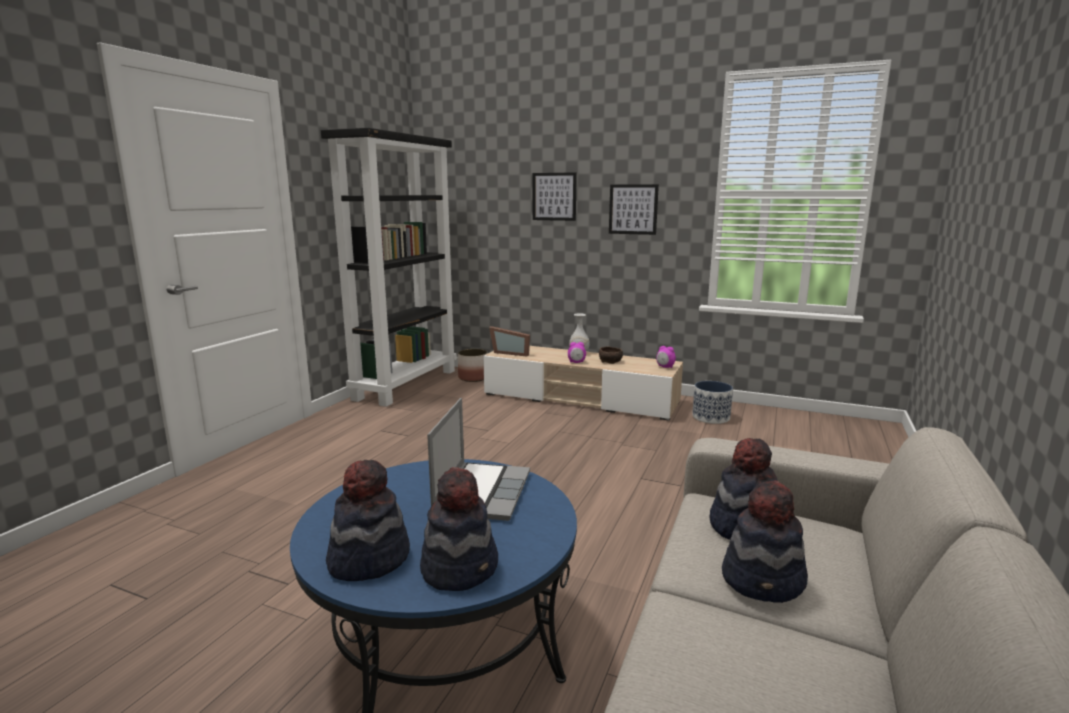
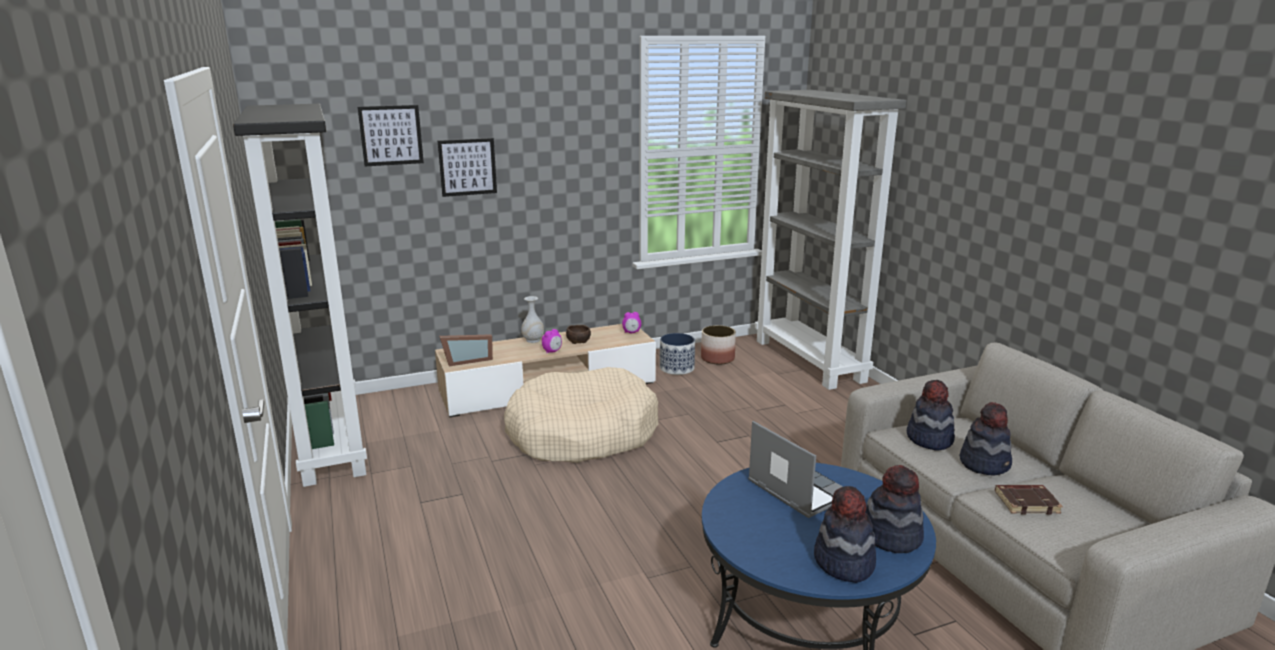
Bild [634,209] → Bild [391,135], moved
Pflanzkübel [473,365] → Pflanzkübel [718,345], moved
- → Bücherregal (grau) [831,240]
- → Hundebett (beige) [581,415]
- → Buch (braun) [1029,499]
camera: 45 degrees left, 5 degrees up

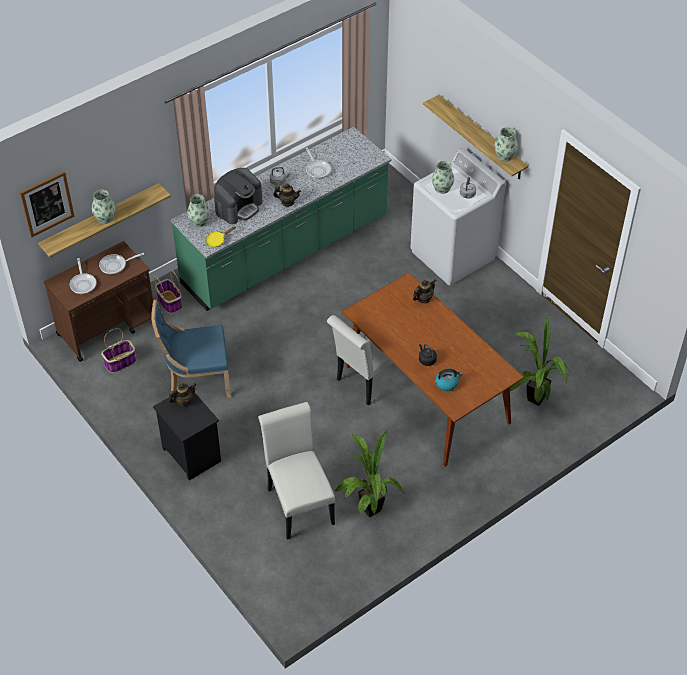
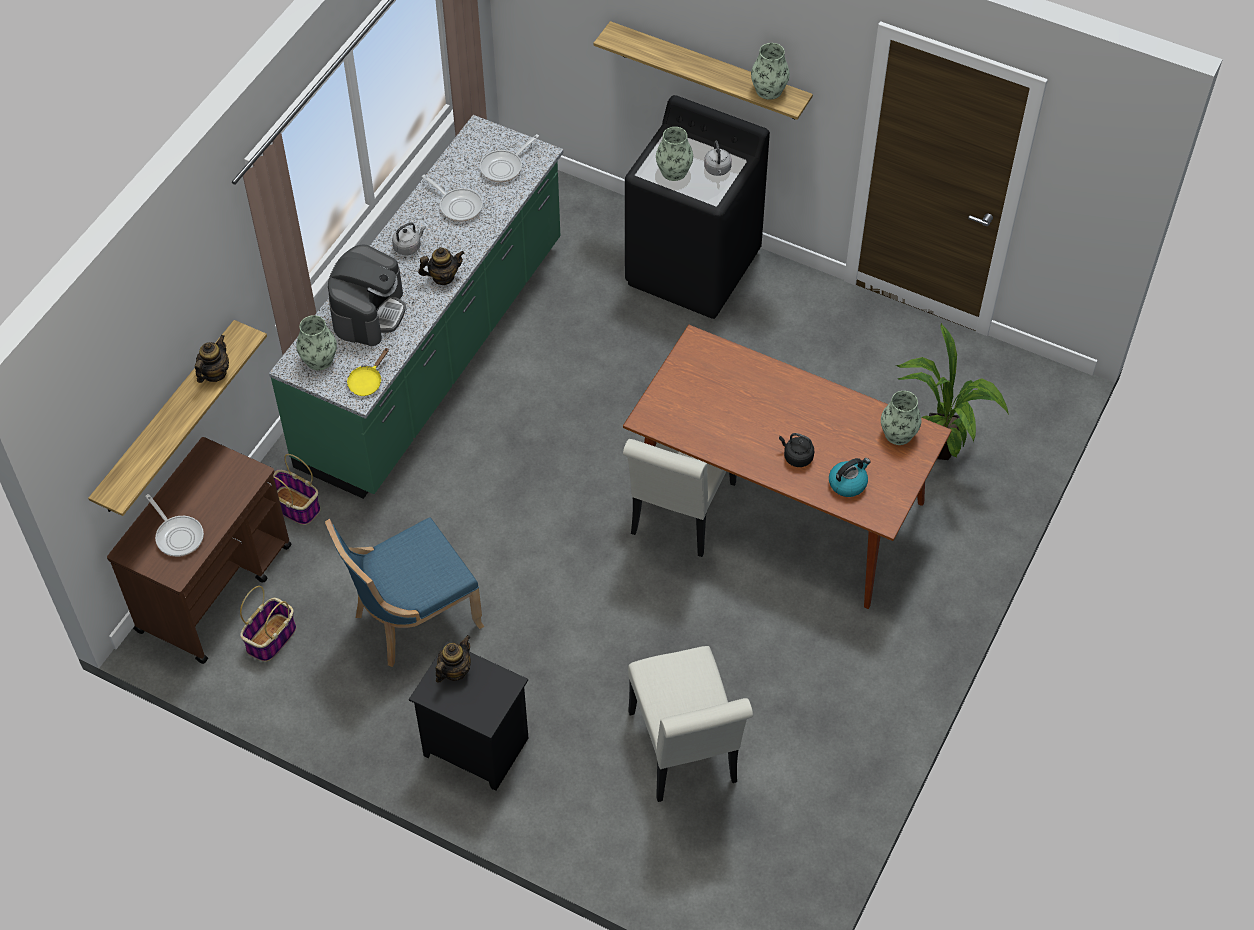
Waschmaschine (weiß) [458,216] → Waschmaschine (schwarz) [697,207]
Bild [47,204] → -
Vase [104,207] → Vase [901,418], moved
Pfanne [121,263] → Pfanne [509,158], moved
Teekanne [424,291] → Teekanne [212,359], moved
Stuhl (weiß) [296,471] → Stuhl (weiß) [690,724], 150 degrees counterclockwise
Topfpflanze [369,473] → -
camera: 25 degrees left, 5 degrees up

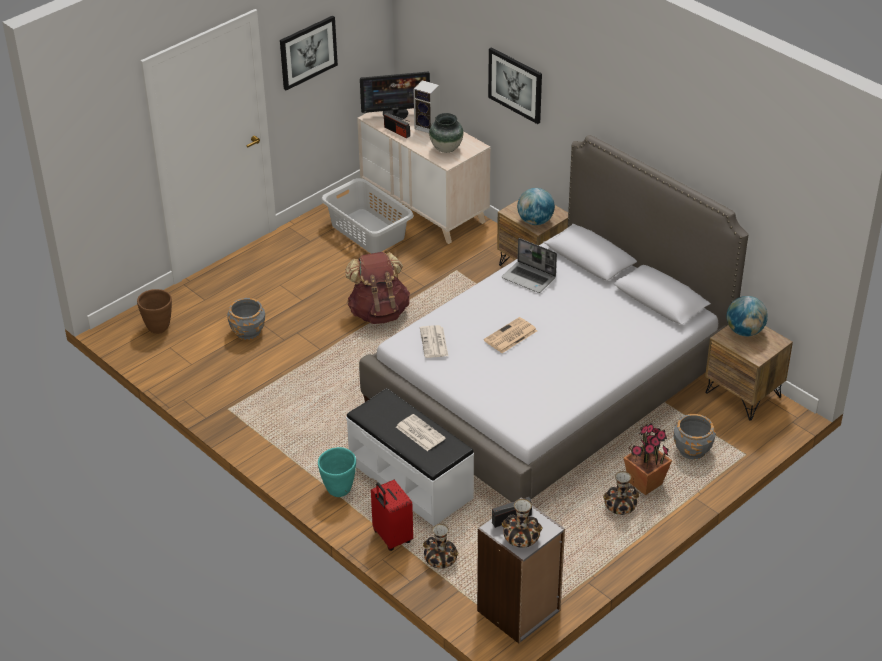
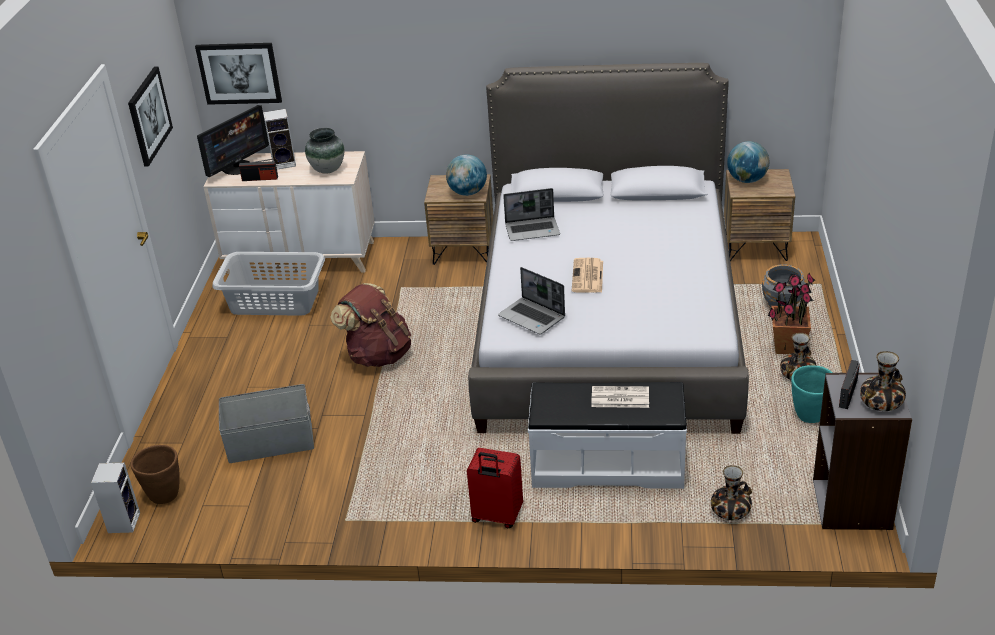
Bild [515,85] → Bild [238,74], moved
Pflanzkübel (grau) [246,319] → Aufbewahrungsbox (grau) [266,423]
Zeitung [434,341] → Laptop [531,300]
Pflanzkübel (türkis) [337,472] → Pflanzkübel (türkis) [812,394], moved
Koffer (rot) [392,515] → Koffer (rot) [495,488], moved
- → Lautsprecher [115,497]
camera: 40 degrees left, 5 degrees down

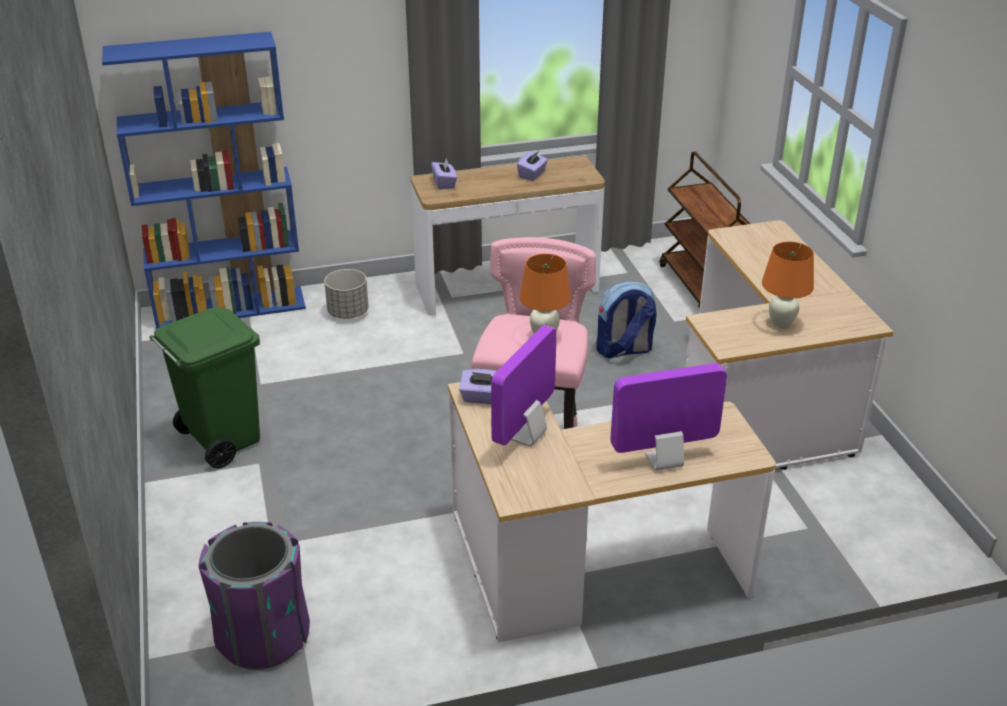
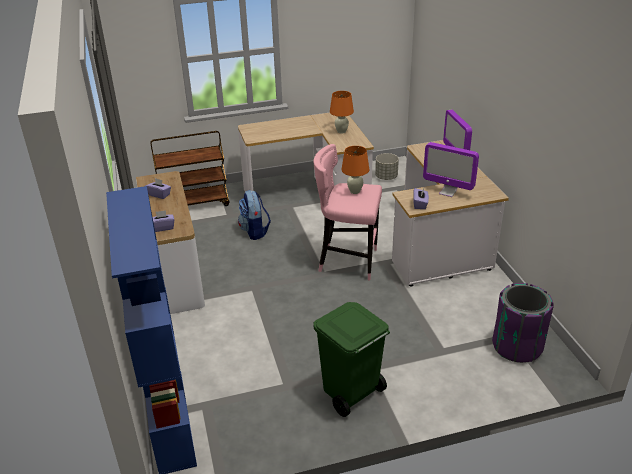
Pflanzkübel (grau) [346,294] → Pflanzkübel (grau) [387,166], moved
camera: 90 degrees left, 0 degrees up

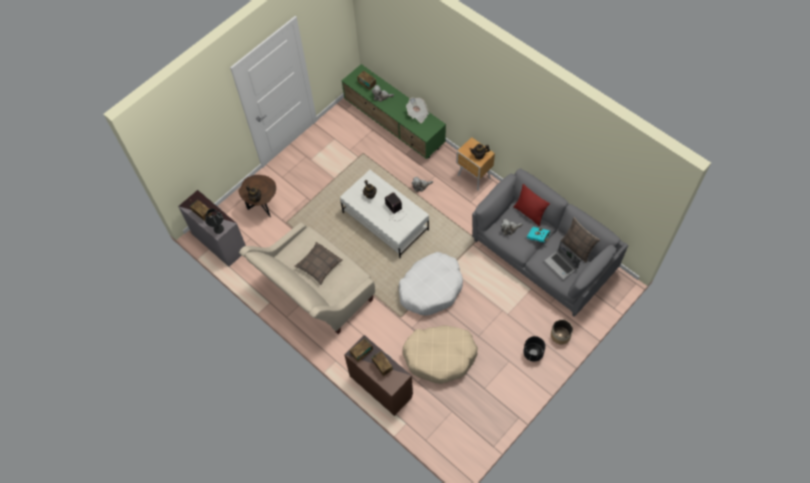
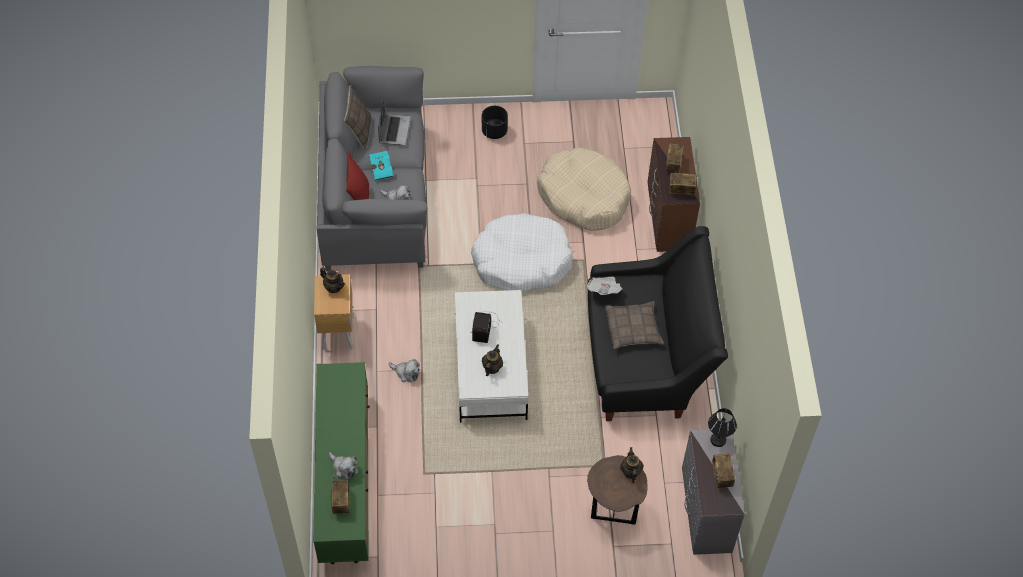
Zeitung [417,110] → Zeitung [604,286], moved
Sofa (beige) [307,278] → Sofa (schwarz) [658,323]
Pflanzkübel [562,331] → -
camera: 140 degrees left, 5 degrees down

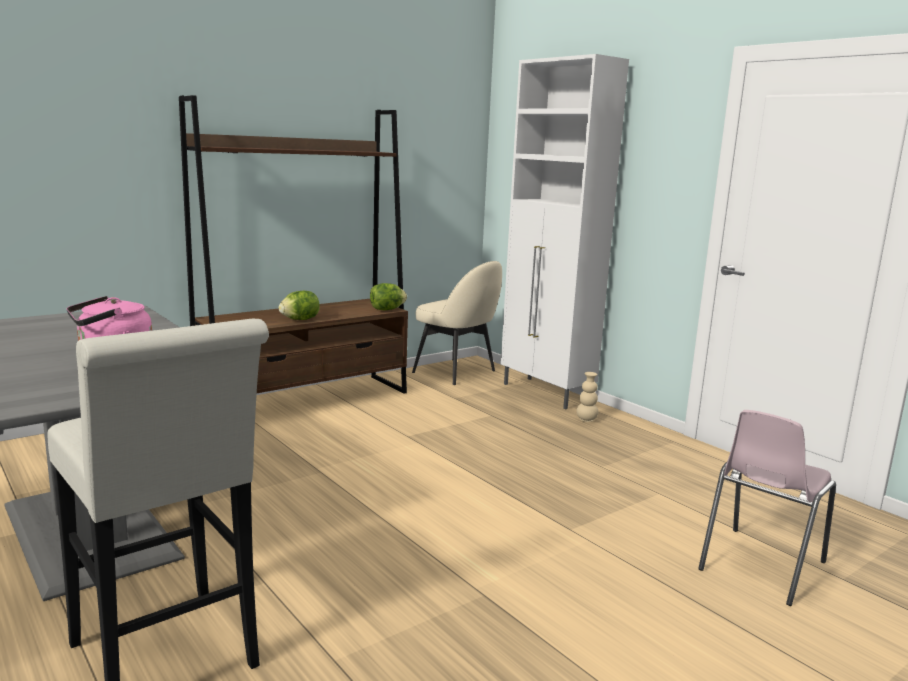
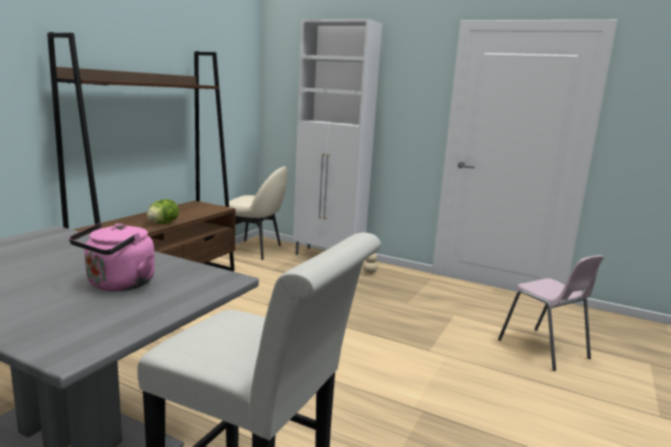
Salatkopf [388,296] → -
Stuhl (rosa) [767,508] → Stuhl (rosa) [551,313], 45 degrees counterclockwise
camera: 25 degrees left, 0 degrees up

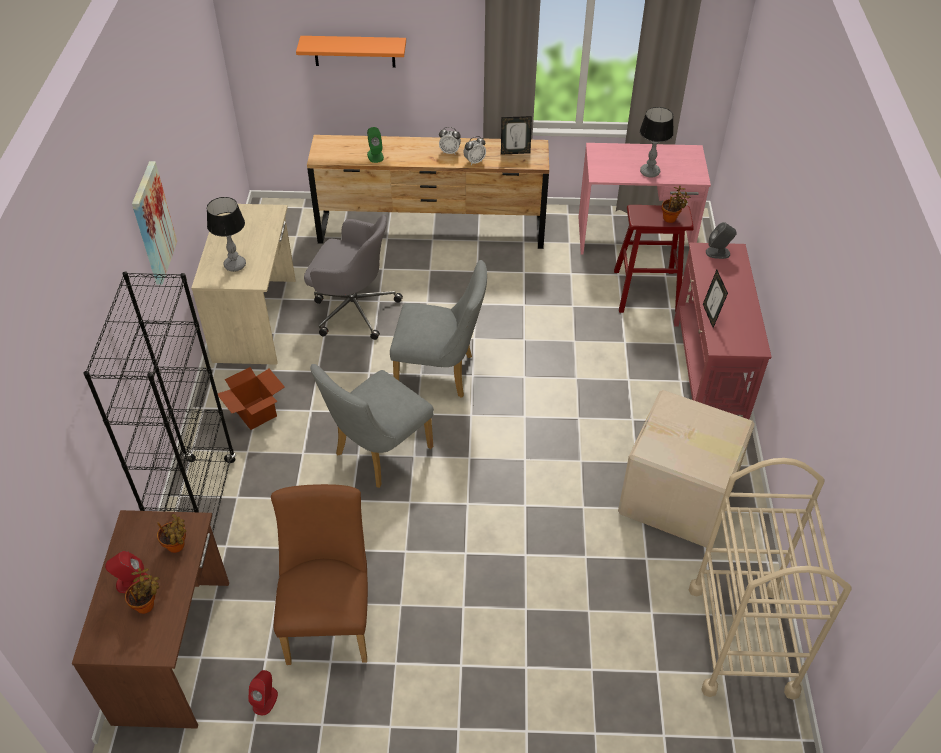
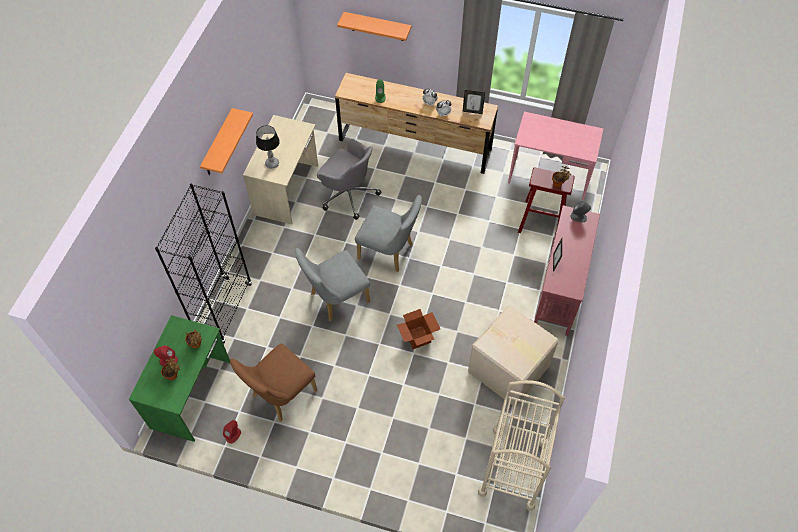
Tischlampe [657,142] → -
Bild [154,223] → Wandregal (orange) [226,141]
Karton [251,398] → Karton [418,329], moved
Stuhl (braun) [319,574] → Stuhl (braun) [273,382], 150 degrees counterclockwise
Schreibtisch (braun) [150,619] → Schreibtisch (grün) [179,378]
camera: 15 degrees right, 10 degrees up

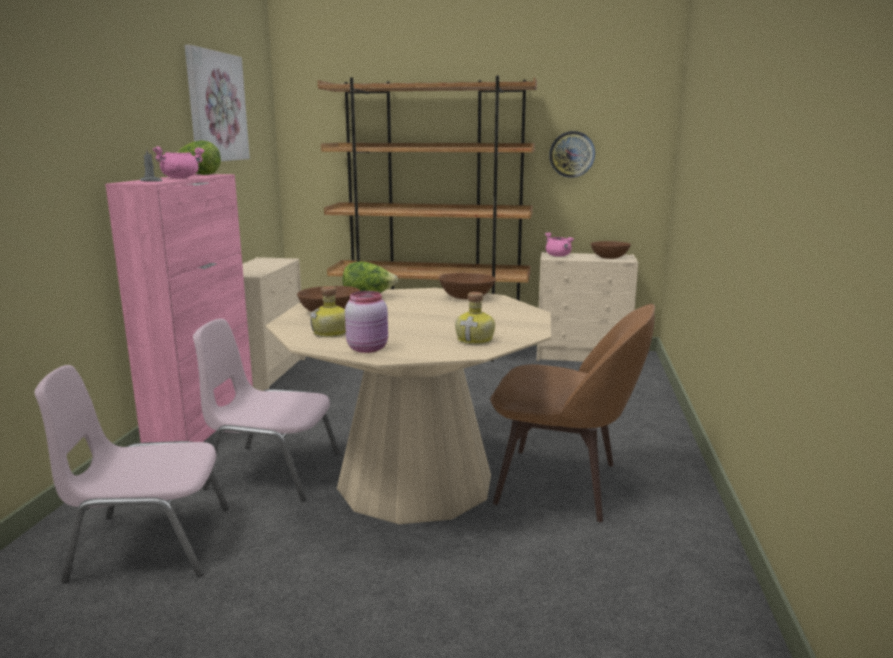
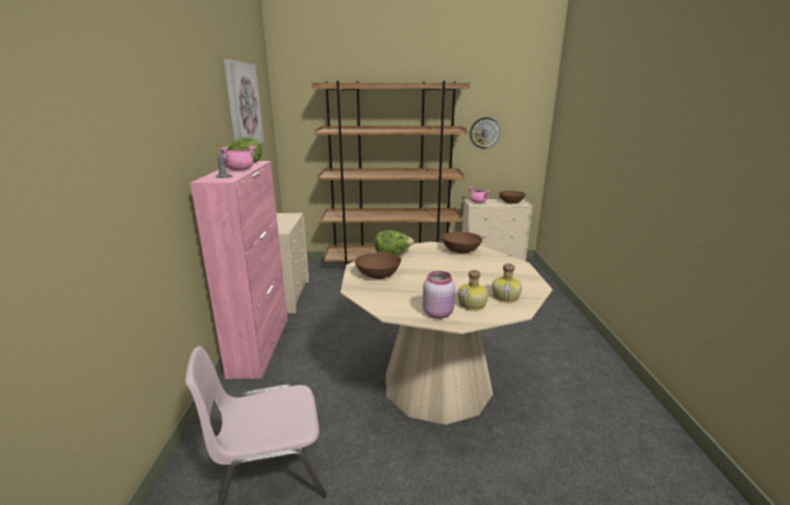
Flasche [328,311] → Flasche [473,290], moved
Stuhl (braun) [572,413] → -
Stuhl (rosa) [266,410] → -
camera: 10 degrees left, 5 degrees up

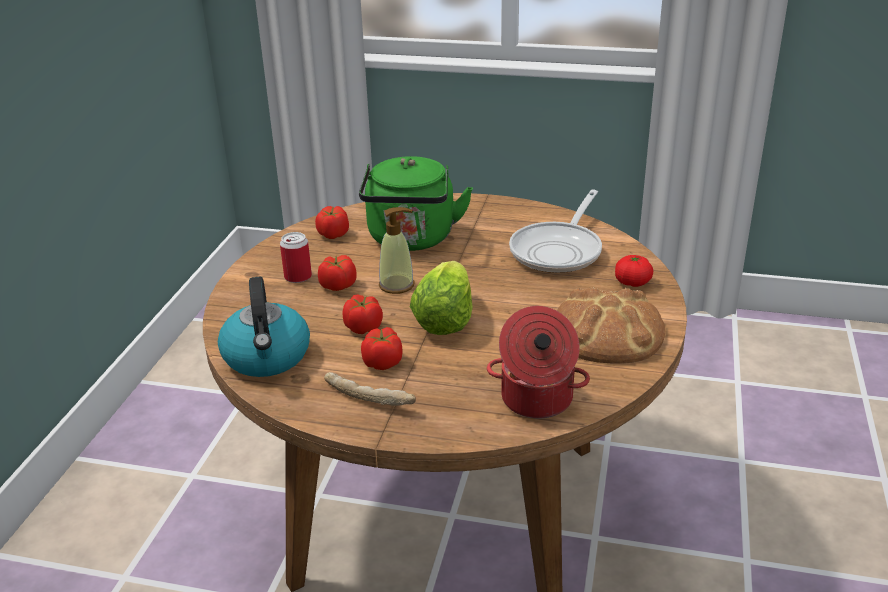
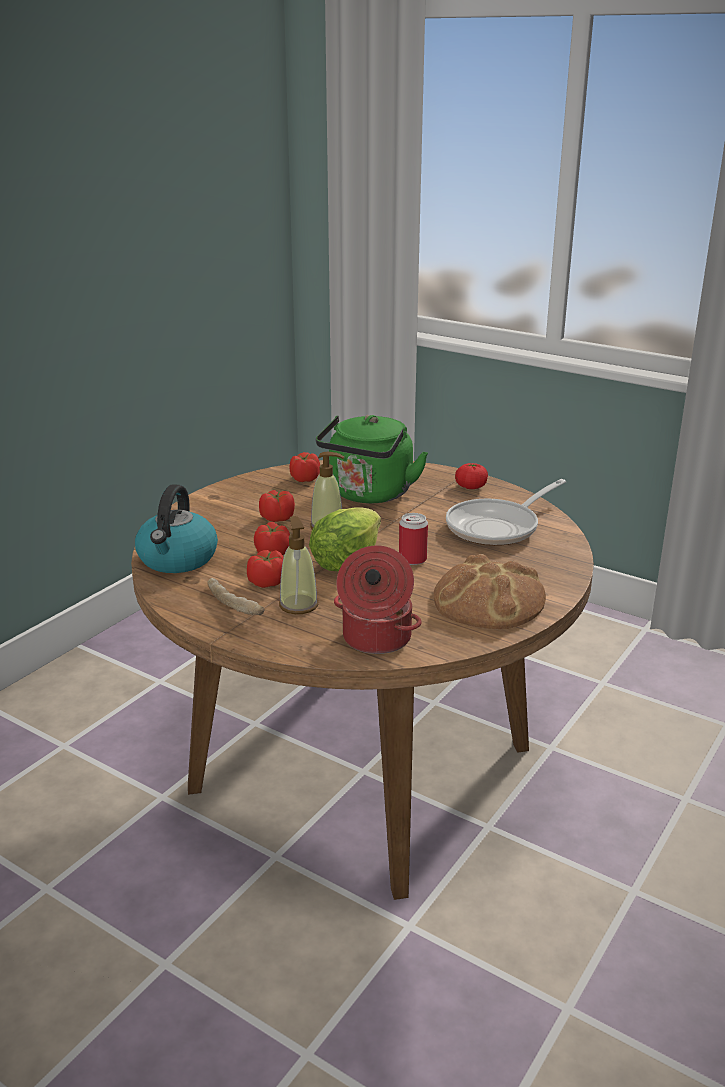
Dose [296,257] → Dose [413,539], moved
Tomate [634,271] → Tomate [471,476], moved
- → Seifenspender [298,565]
camera: 20 degrees right, 5 degrees down

